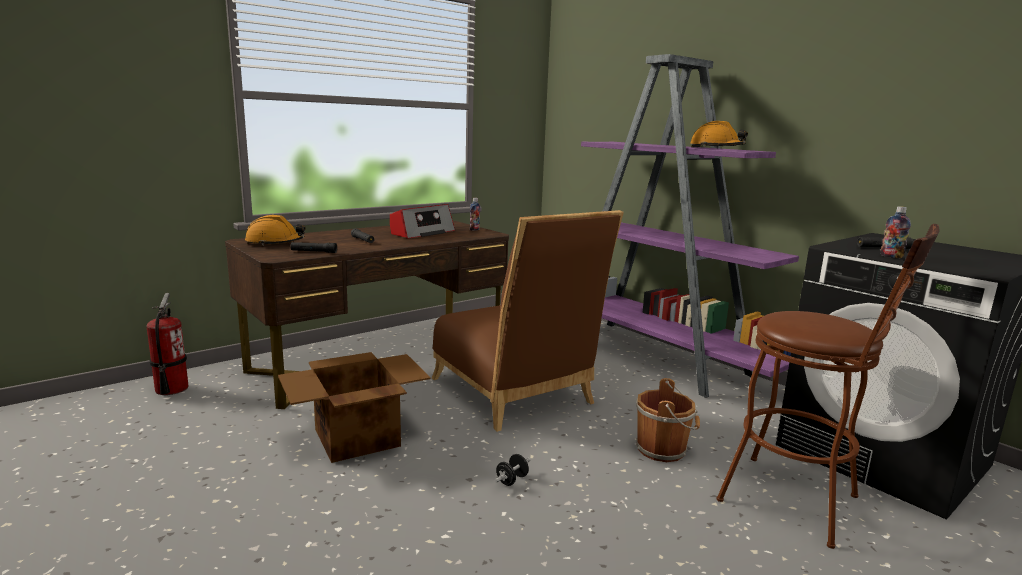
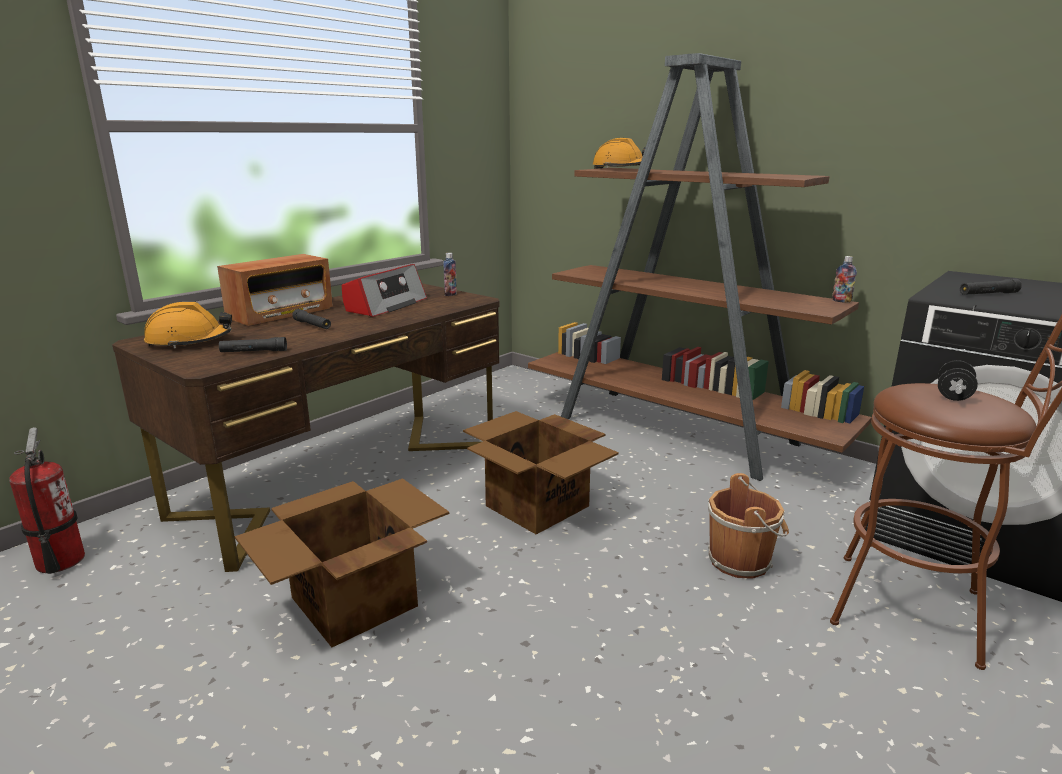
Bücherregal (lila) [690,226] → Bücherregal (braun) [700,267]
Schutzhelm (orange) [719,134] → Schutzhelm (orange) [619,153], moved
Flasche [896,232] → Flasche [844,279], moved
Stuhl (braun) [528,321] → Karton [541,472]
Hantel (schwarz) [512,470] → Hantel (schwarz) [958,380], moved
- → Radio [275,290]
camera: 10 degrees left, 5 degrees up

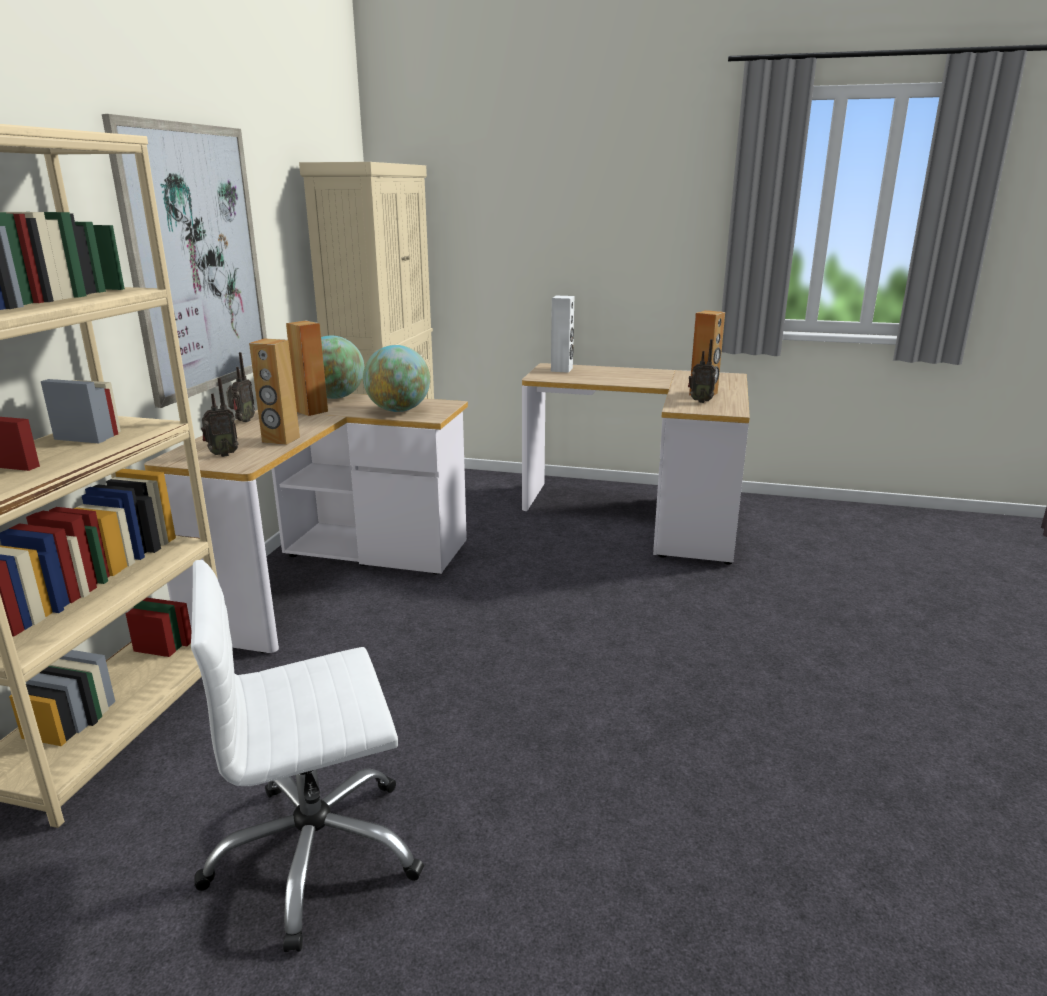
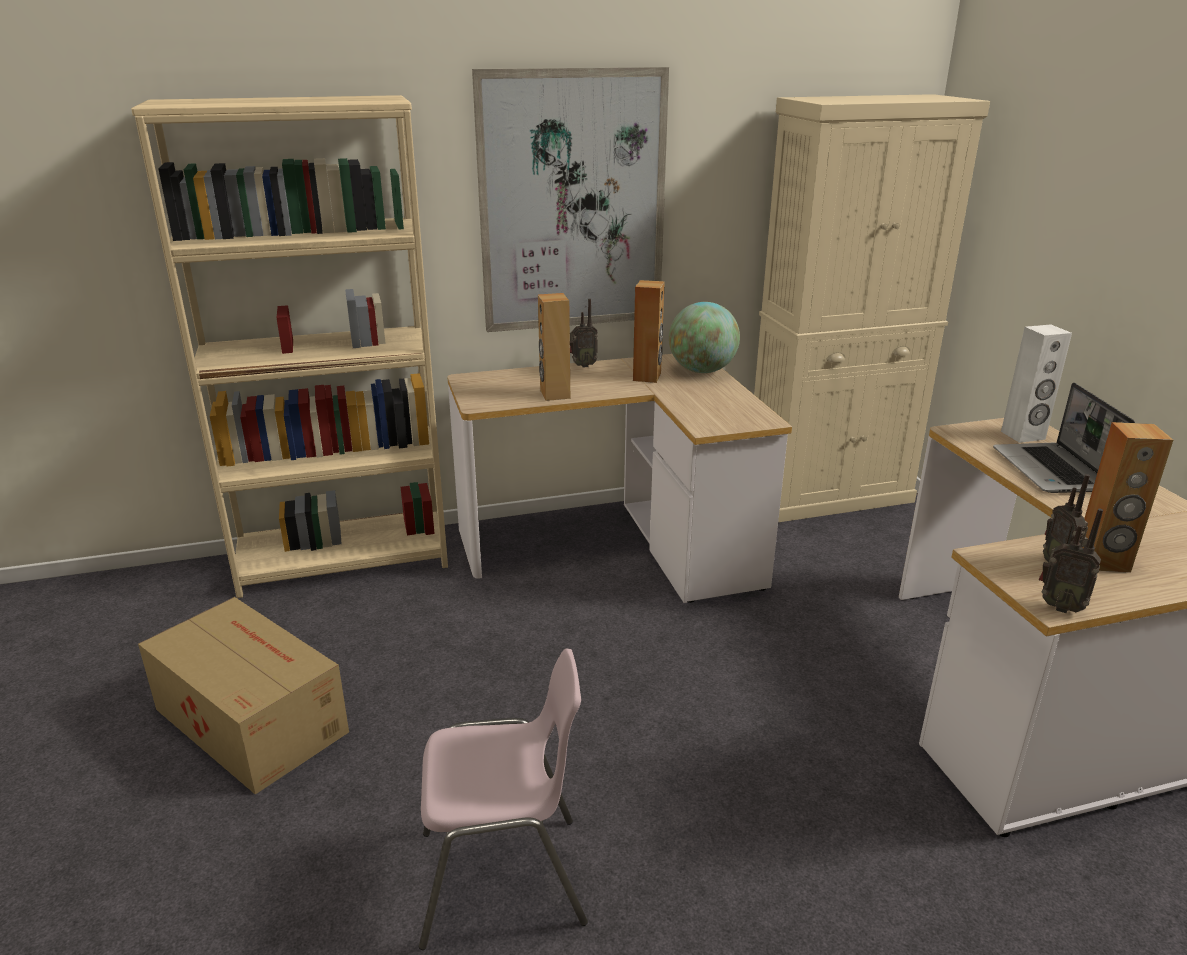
Globus [396,378] → -
Radio [220,417] → Radio [1071,561], moved
Bürostuhl (weiß) [307,756] → Karton [243,696]
- → Laptop [1064,438]
- → Stuhl (rosa) [503,799]
camera: 60 degrees right, 5 degrees up

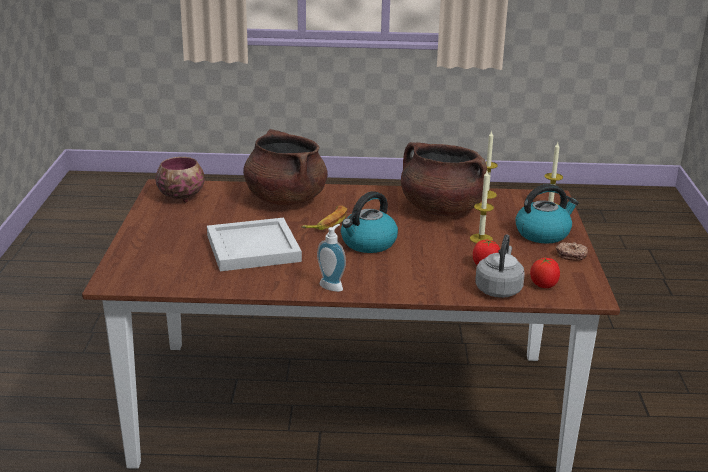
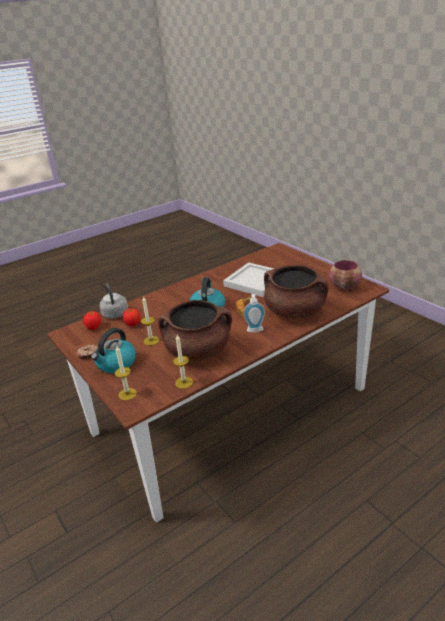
Seifenspender [331,258] → Seifenspender [254,313], moved
camera: 145 degrees right, 5 degrees up

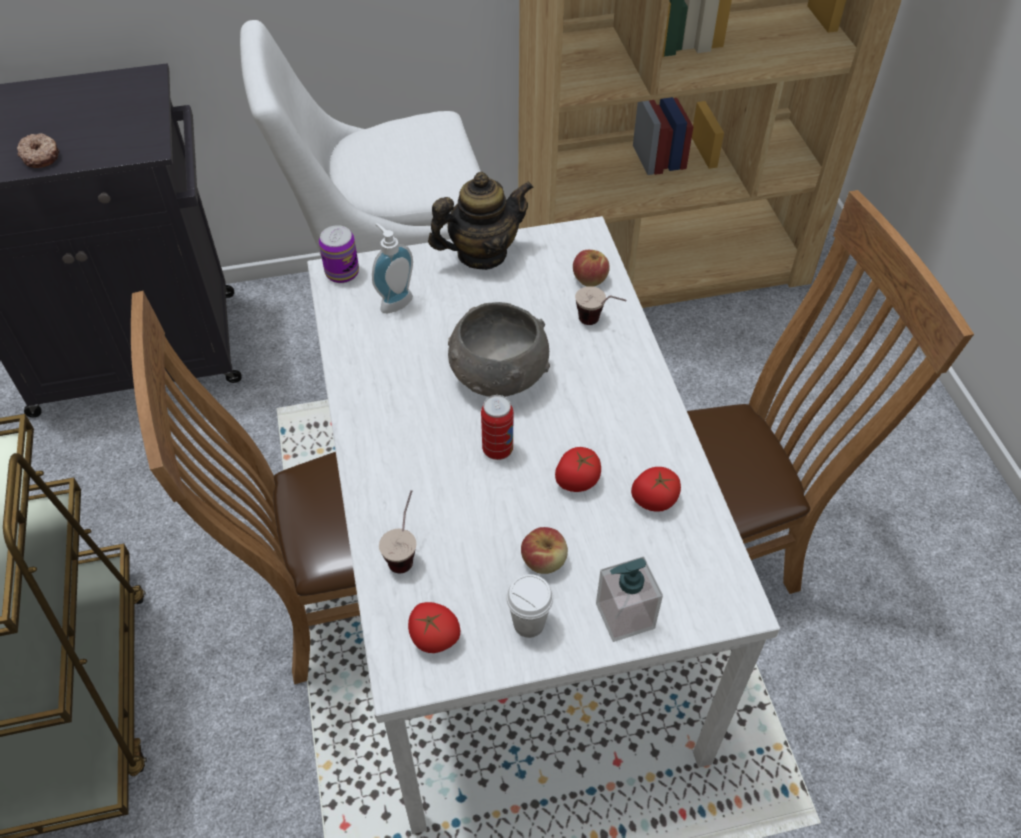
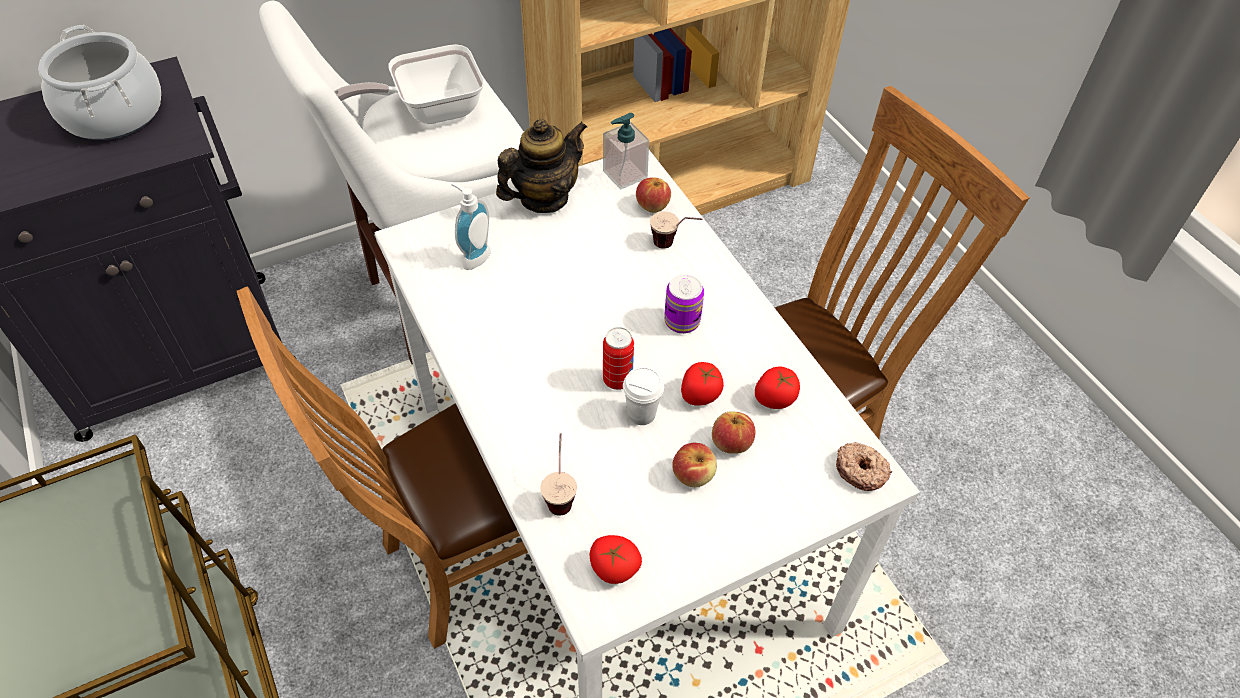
Donut [38,150] → Donut [864,466], moved
Dose [339,254] → Dose [684,304], moved
Schüssel (grau) [499,349] → -
Seifenspender [629,599] → Seifenspender [626,151], moved
Tasse (weiß) [530,606] → Tasse (weiß) [643,396], moved
- → Kochtopf [99,82]
- → Pfanne [409,84]
- → Apfel [734,433]
camera: 15 degrees left, 0 degrees up

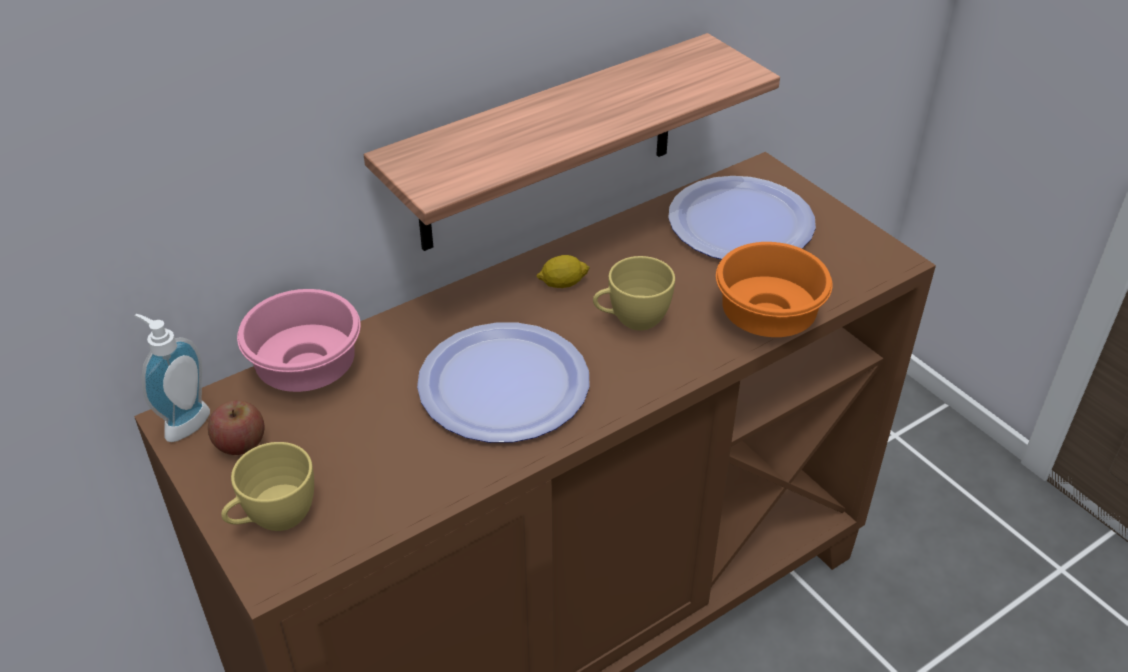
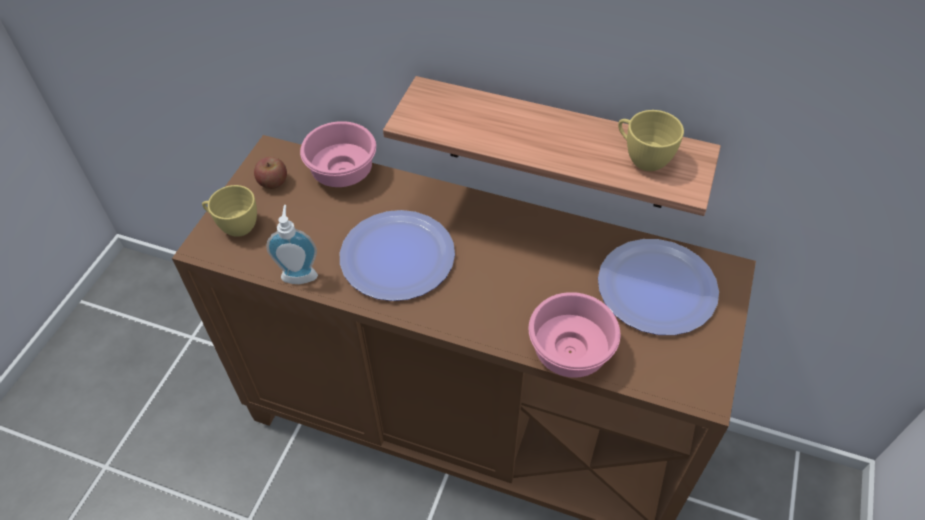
Schüssel (orange) [774,289] → Schüssel (rosa) [575,335]
Zitrone [563,271] → -
Tasse (gelb) [634,293] → Tasse (gelb) [651,140], moved
Seifenspender [172,378] → Seifenspender [292,244], moved
camera: 55 degrees right, 10 degrees up

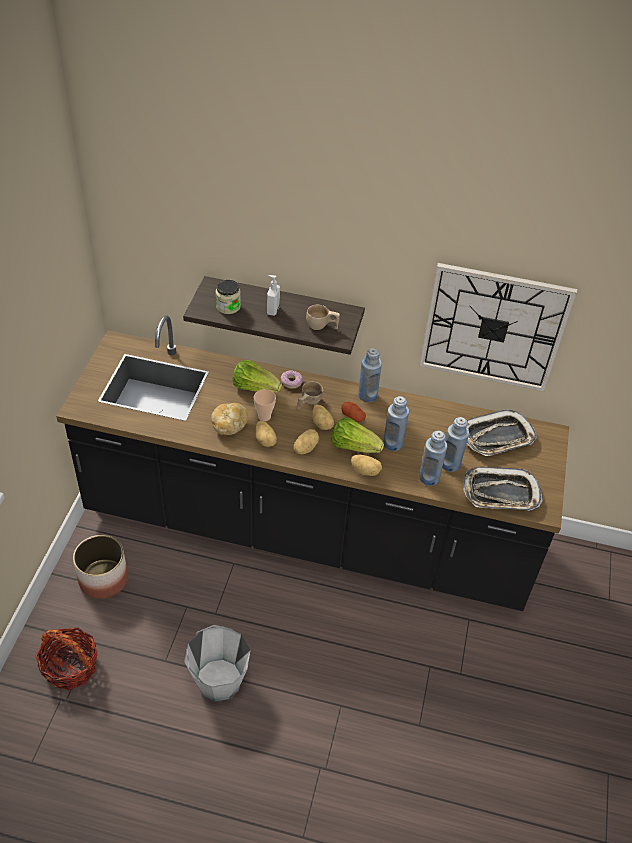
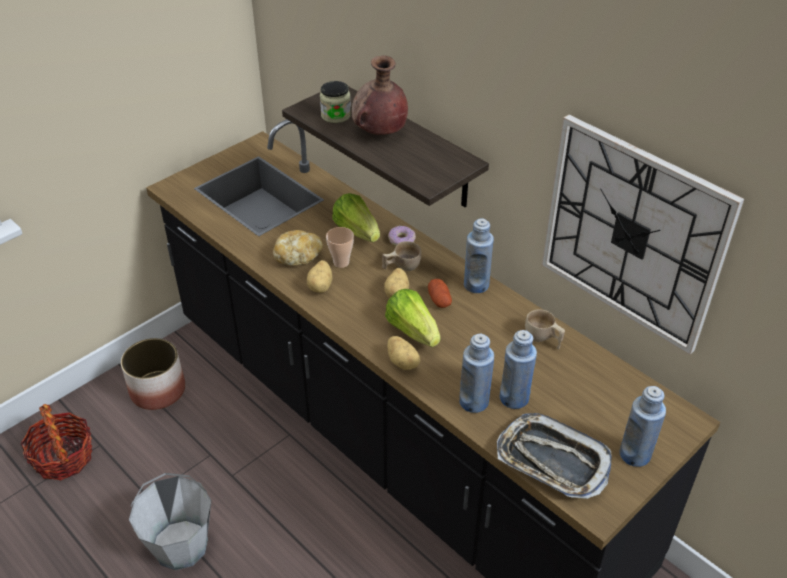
Seifenspender [273,295] → Vase (braun) [380,95]
Tasse (beige) [323,317] → Tasse (beige) [545,329], moved
Flasche (blau) [396,423] → Flasche (blau) [642,426], moved
Tablett [502,432] → -
Kartoffel [306,441] → -
camera: 35 degrees right, 5 degrees down

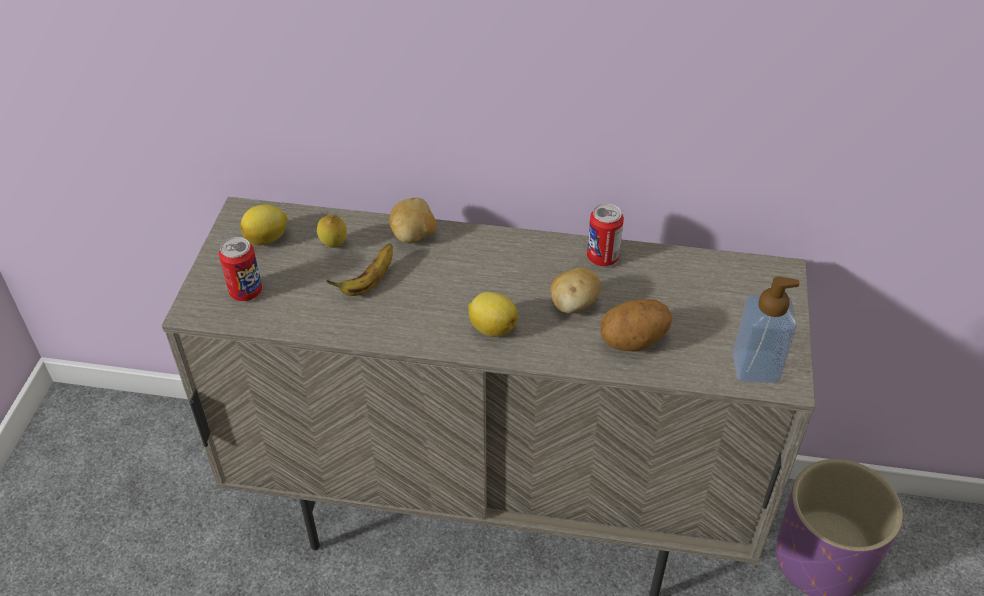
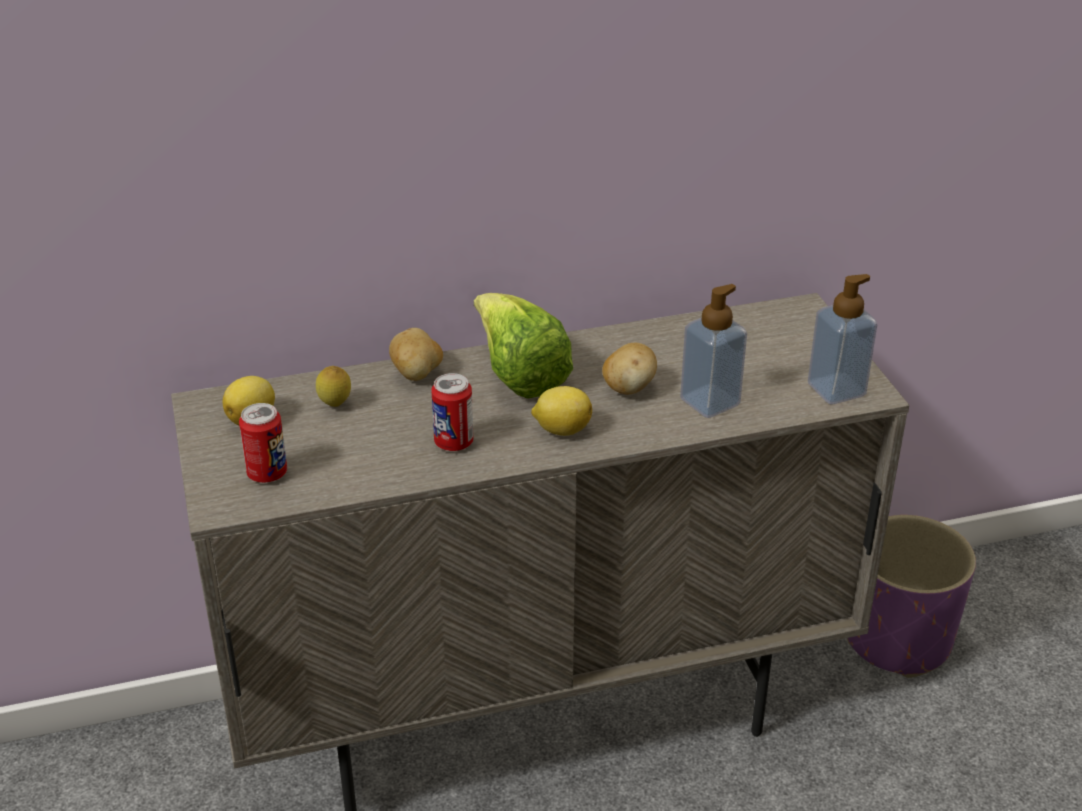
Dose [605,234] → Dose [452,412], moved
Banane [359,270] → -
Kartoffel [636,325] → Seifenspender [713,351]
- → Salatkopf [523,346]
camera: 25 degrees left, 10 degrees down

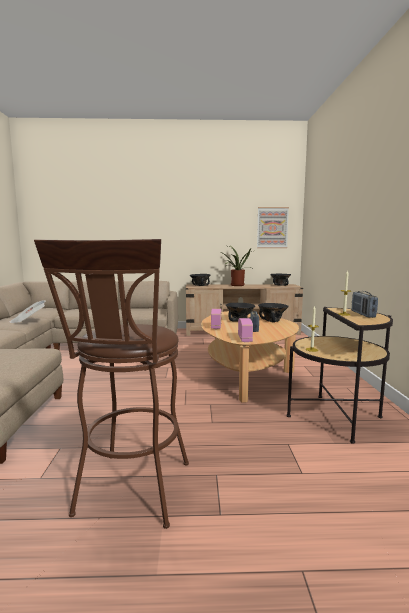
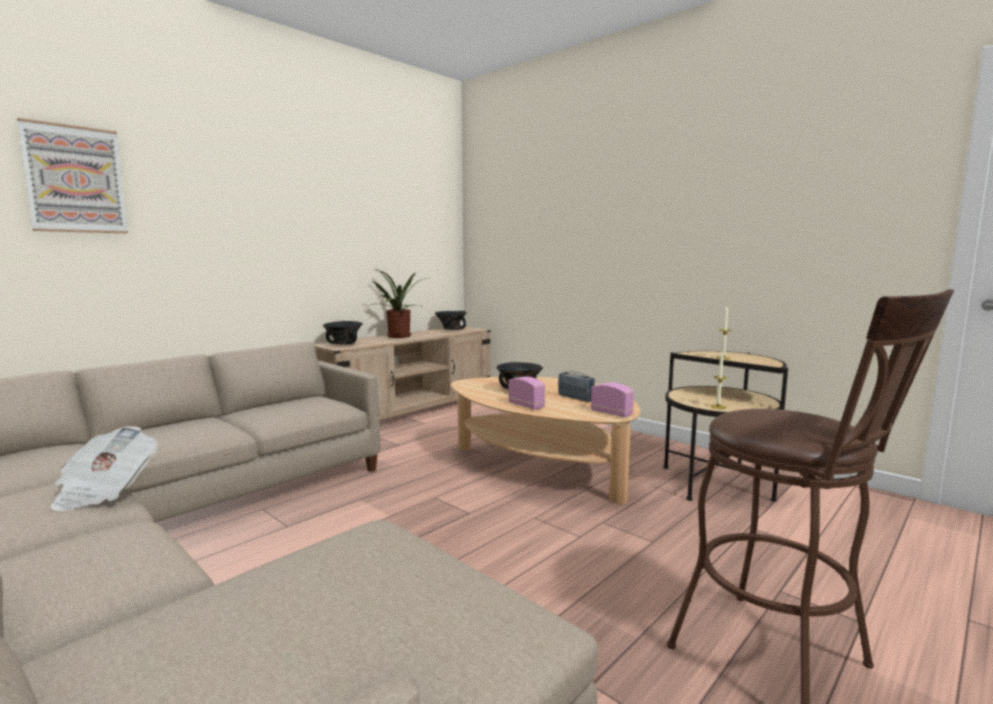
Bild [273,227] → Bild [72,175], moved
Radio [365,304] → -
Schüssel (schwarz) [273,312] → -
camera: 45 degrees left, 0 degrees up

